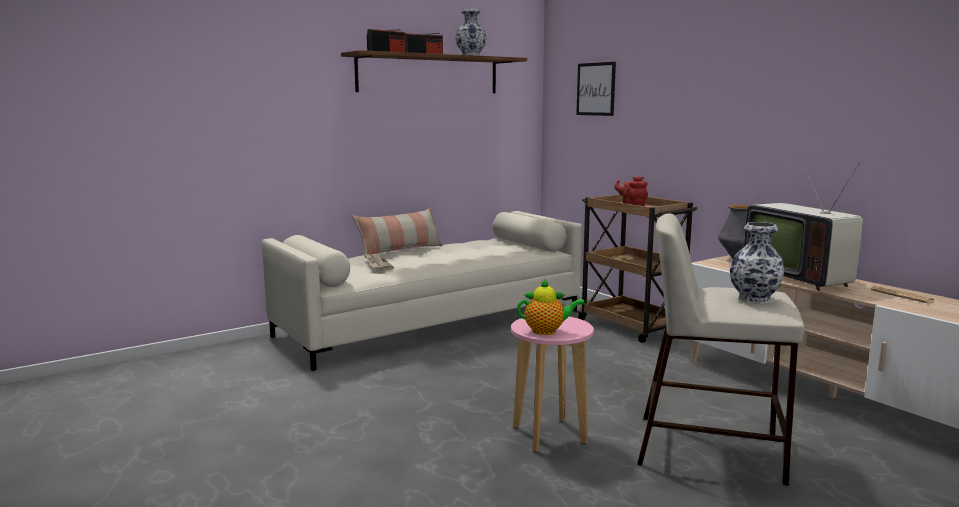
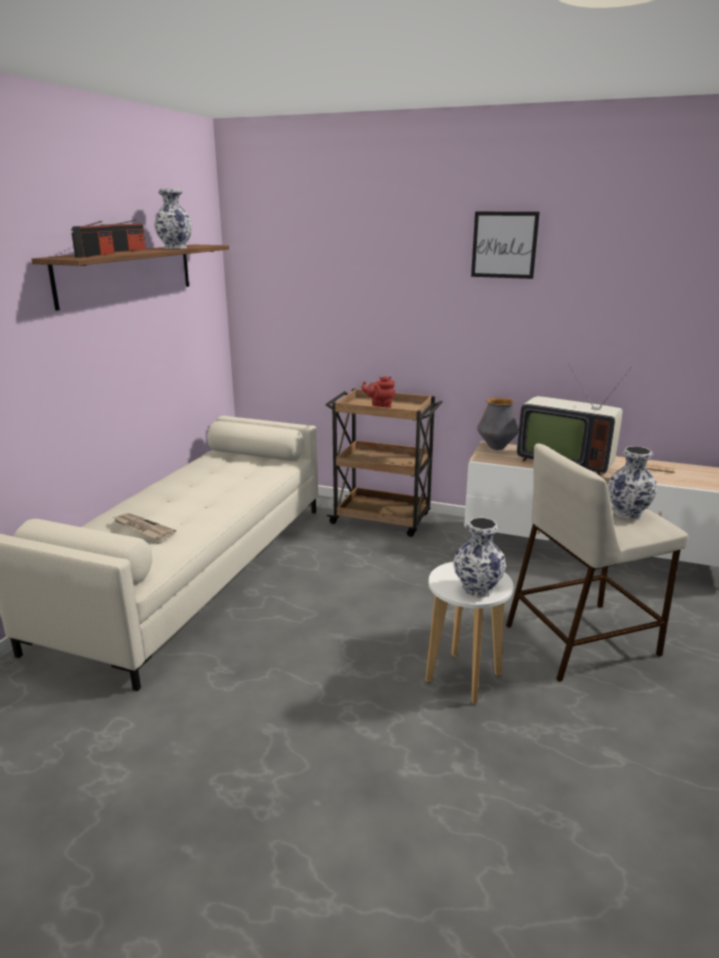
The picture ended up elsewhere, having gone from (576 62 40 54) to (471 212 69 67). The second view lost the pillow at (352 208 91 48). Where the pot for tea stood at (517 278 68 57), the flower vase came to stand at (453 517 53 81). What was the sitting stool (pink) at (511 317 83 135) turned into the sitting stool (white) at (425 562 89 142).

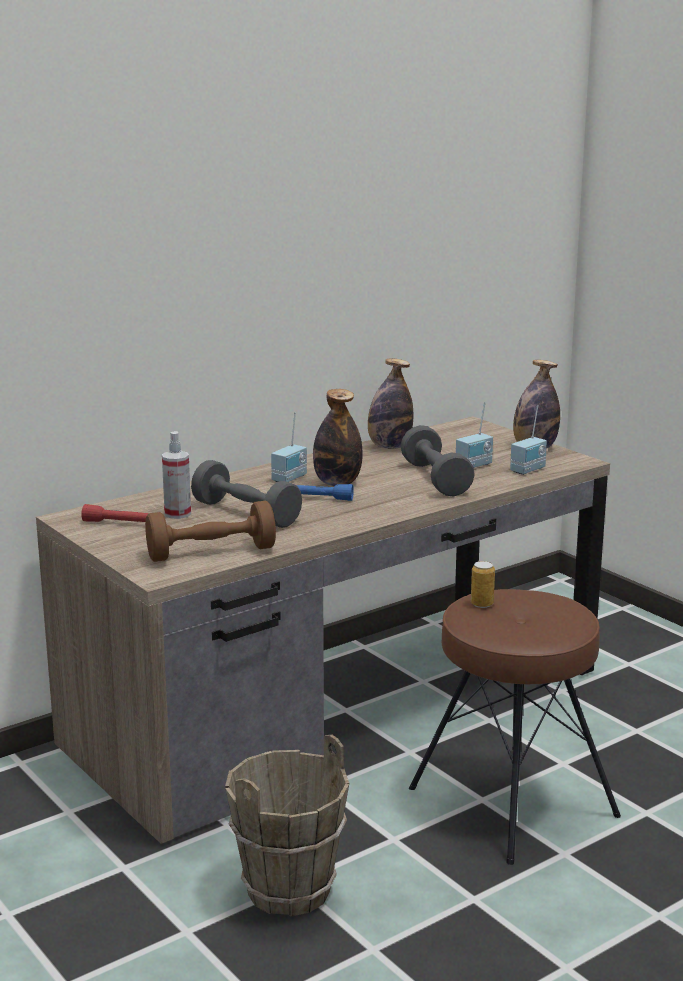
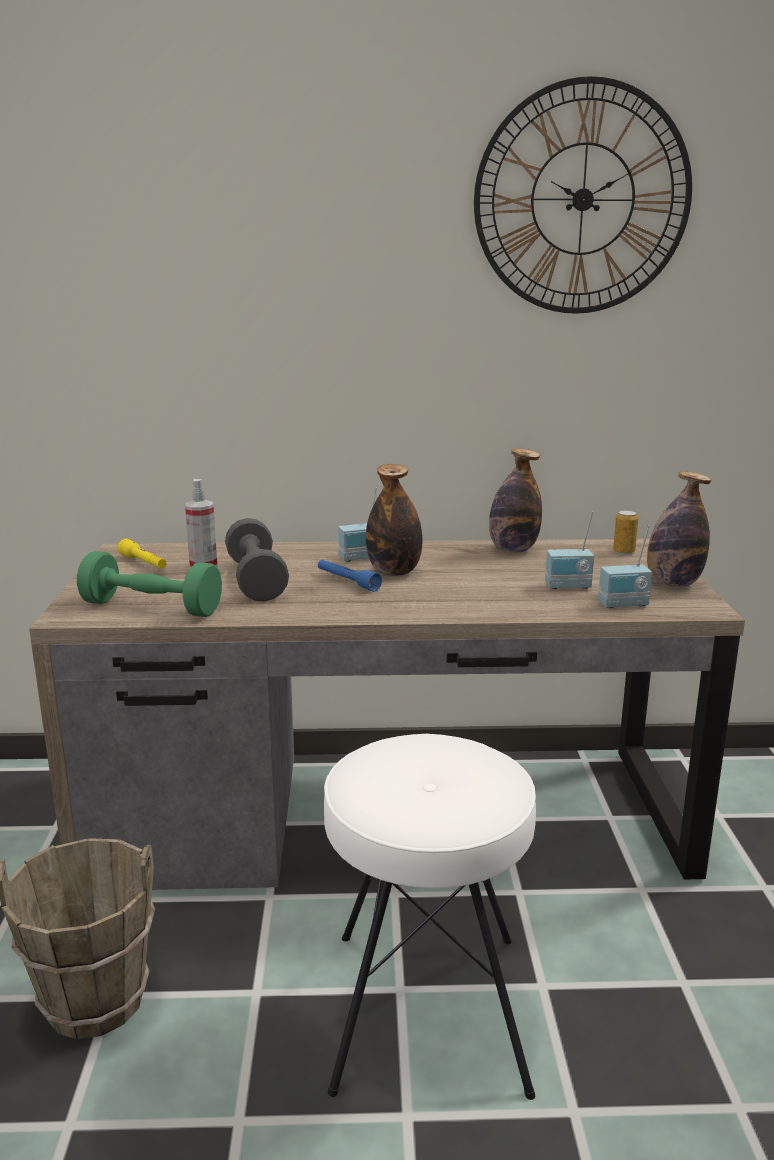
The second view lost the free weight (gray) at (401 425 74 71). What was the free weight (brownish) at (145 501 131 61) turned into the free weight (green-coloured) at (77 551 145 66). What was the flashlight (red-coloured) at (81 504 67 18) turned into the flashlight (yellow) at (118 539 48 30). The metal can ended up elsewhere, having gone from (471 561 24 47) to (613 510 25 45). What was the sitting stool (brownish) at (409 589 212 276) turned into the sitting stool (white) at (324 734 212 366). The second view gained the hanging clock at (474 76 218 238).

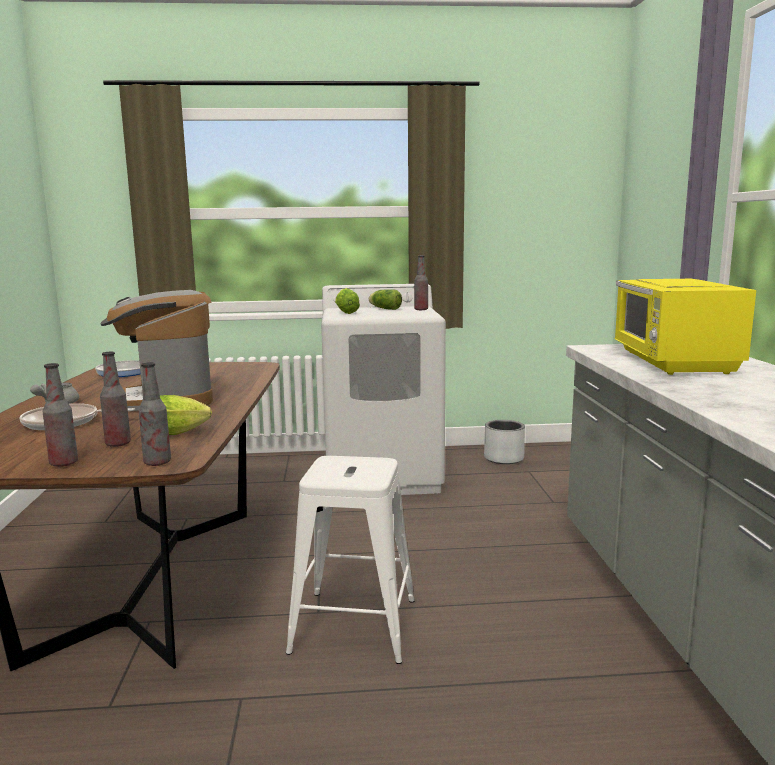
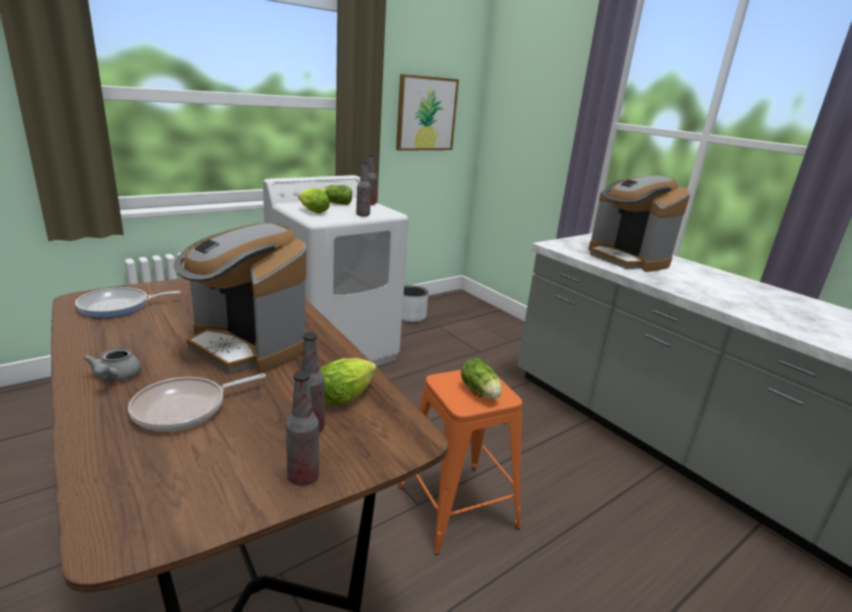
Where the kitchen microwave (yellow) stood at (614 279 142 96), the coffee brewer came to stand at (589 175 102 97). The beverage bottle ended up elsewhere, having gone from (139 362 32 104) to (356 161 15 56). What was the sitting stool (white) at (286 456 129 208) turned into the sitting stool (orangey) at (398 370 125 185). The second view gained the picture at (396 74 63 77). The second view gained the lettuce at (461 358 41 41).

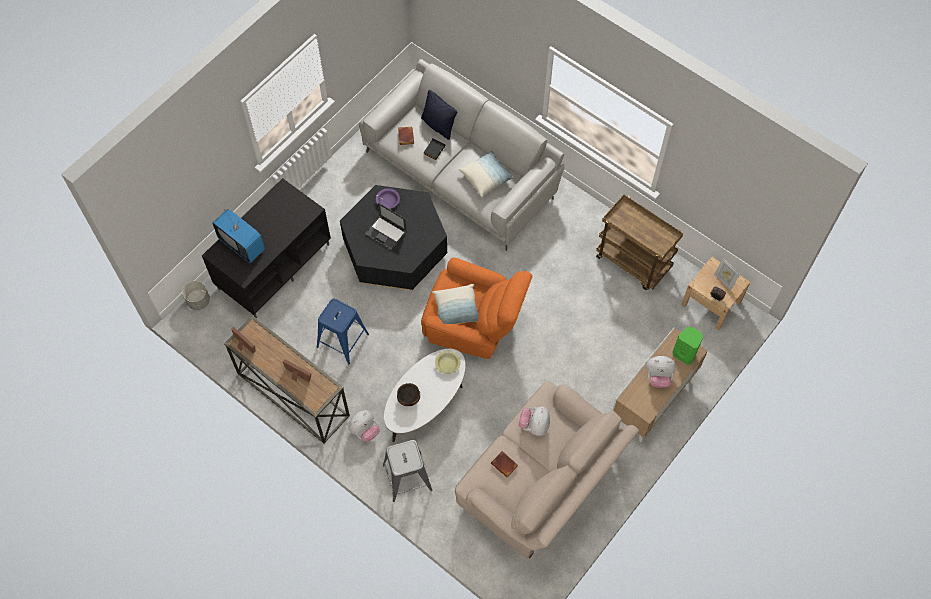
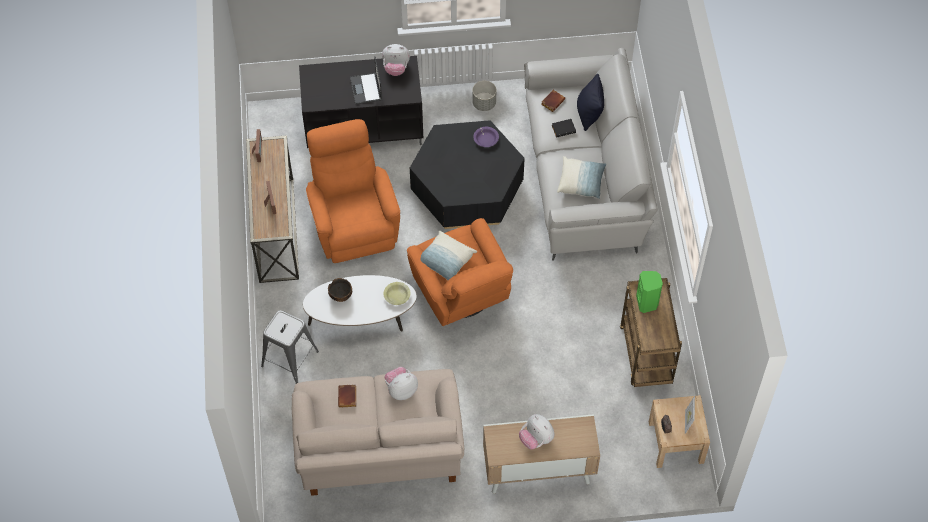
The notebook computer ended up elsewhere, having gone from (365 203 42 48) to (350 56 32 48). The second view lost the TV set at (212 209 53 54). The flower pot (gray) ended up elsewhere, having gone from (182 281 28 29) to (472 81 24 30). Where the sitting stool (blue-coloured) stood at (317 299 52 65), the lounge chair (orangey) came to stand at (306 119 94 144). The speaker (green-coloured) ended up elsewhere, having gone from (672 327 31 38) to (636 271 27 42). The soft toy ended up elsewhere, having gone from (348 410 32 32) to (382 44 28 32).

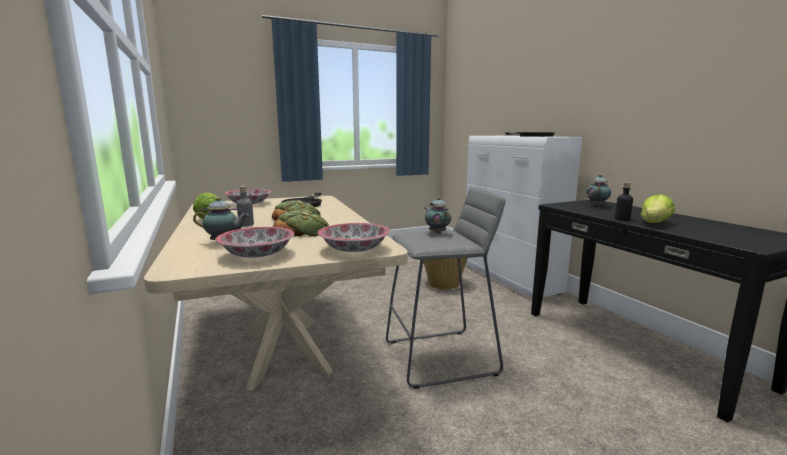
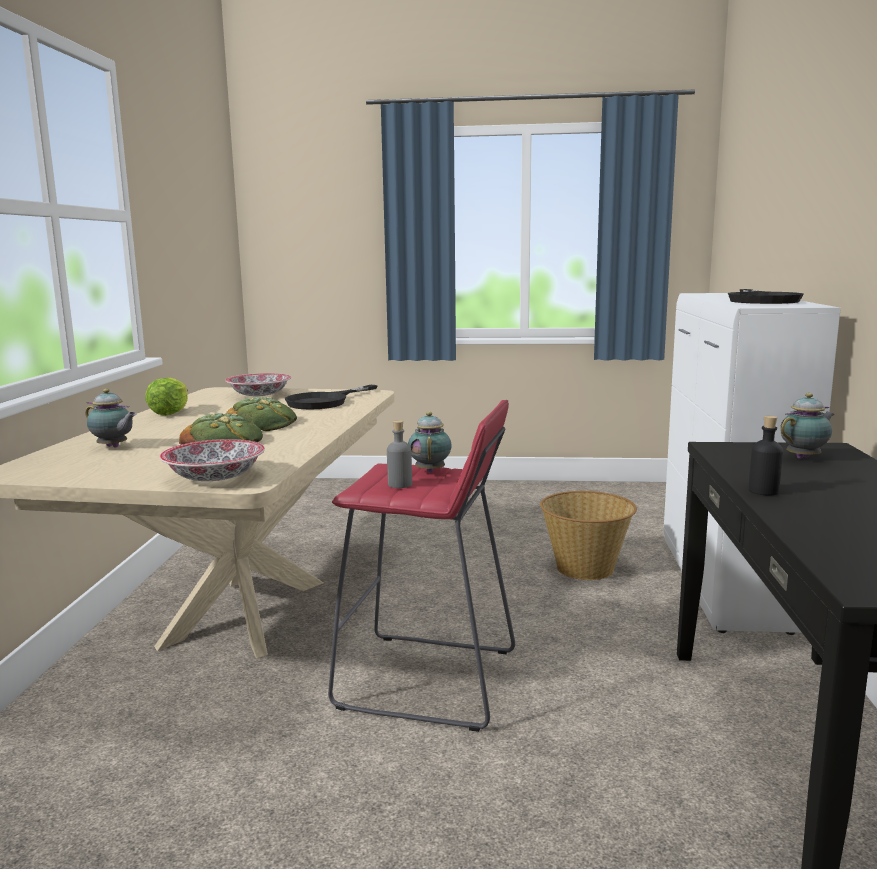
The beverage bottle (gray) ended up elsewhere, having gone from (237 186 17 41) to (387 420 25 68). What was the sitting stool (gray) at (386 188 119 201) turned into the sitting stool (red-coloured) at (328 400 187 332). The second view lost the lettuce at (641 194 34 29). The second view lost the bowl at (216 227 79 31).

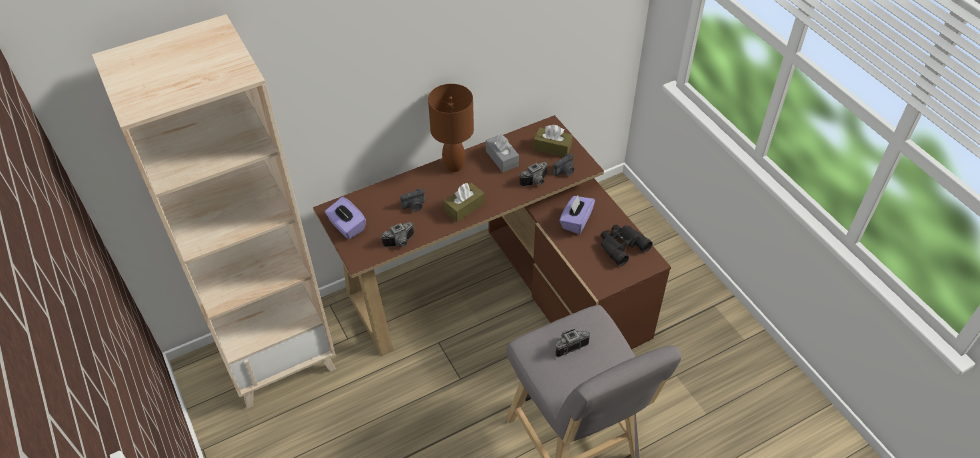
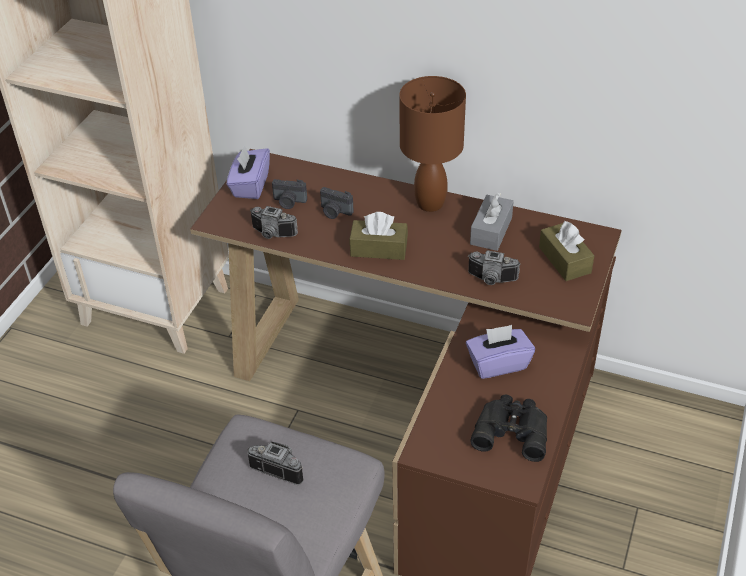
The still camera ended up elsewhere, having gone from (553 154 21 22) to (272 179 35 30).

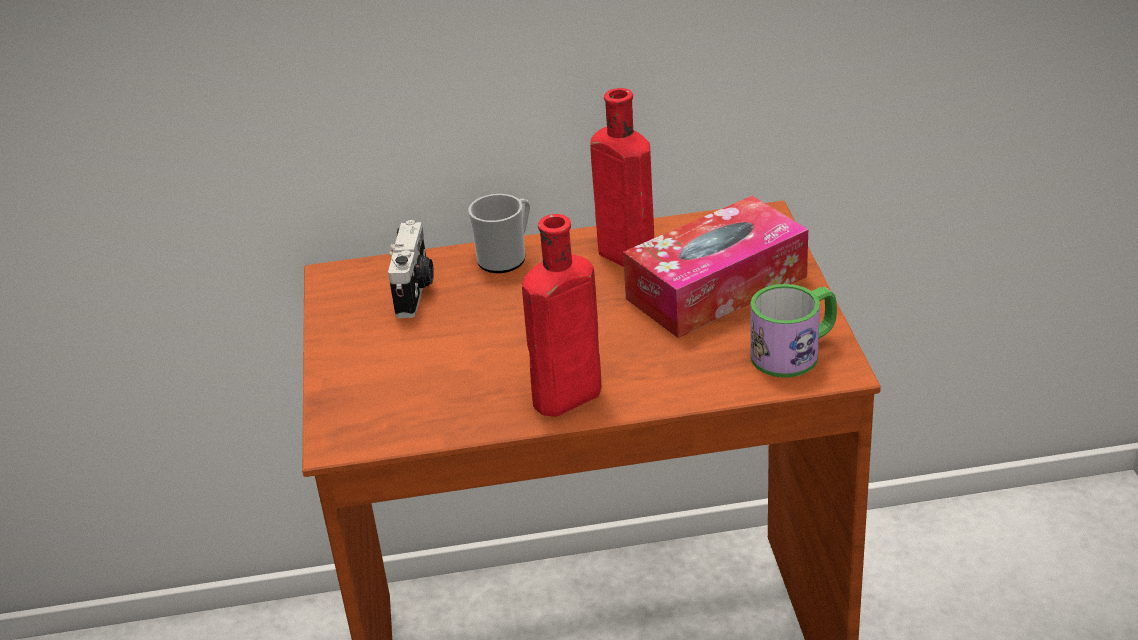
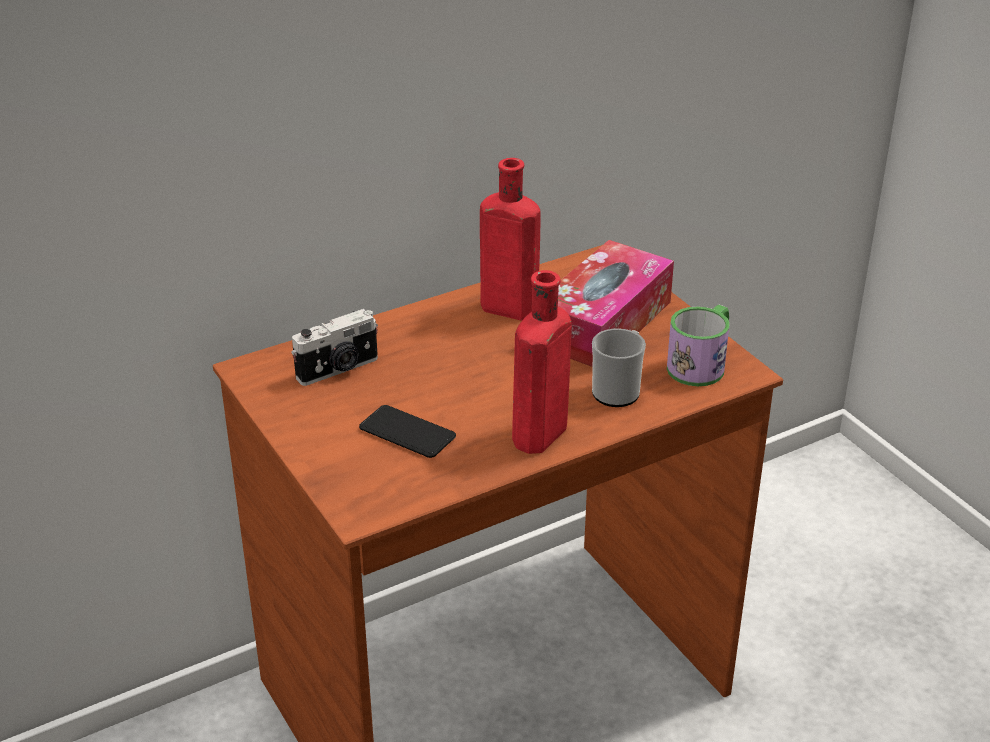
The coffee mug ended up elsewhere, having gone from (468 194 62 79) to (592 328 54 79). The still camera at (388 220 46 98) ended up facing another way, 75 degrees clockwise from before. The second view gained the phone at (359 405 97 53).

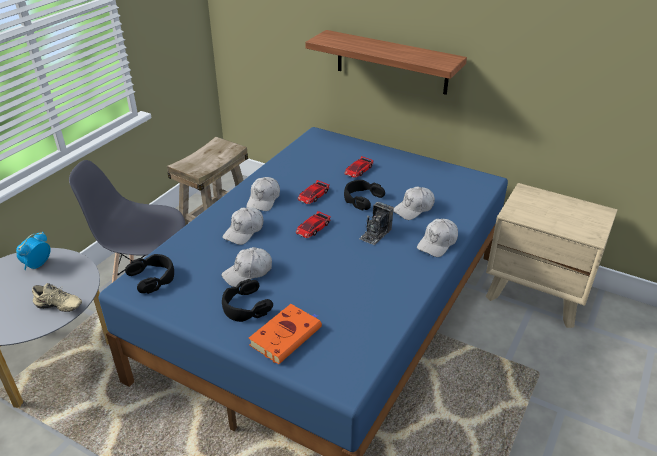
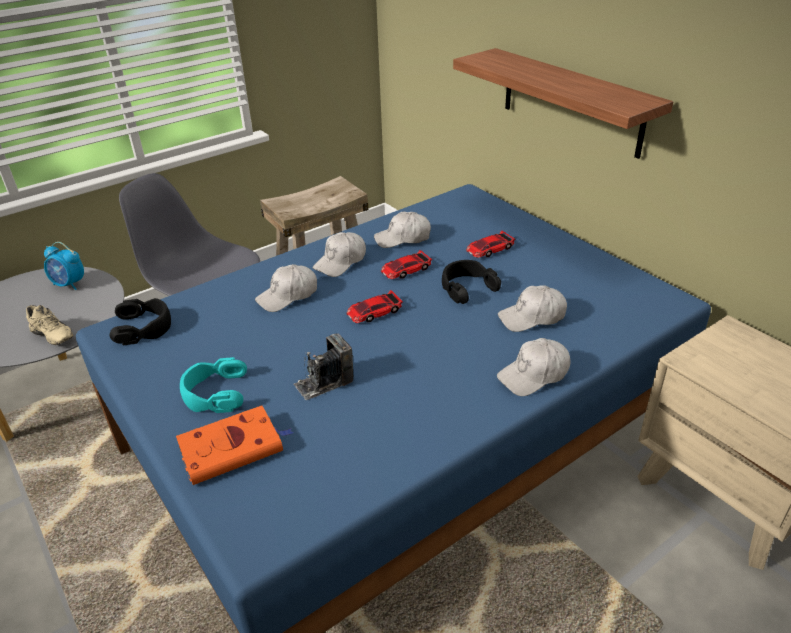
The still camera ended up elsewhere, having gone from (359 202 35 43) to (293 333 60 67). The alarm clock at (16 232 35 38) ended up facing another way, 120 degrees counterclockwise from before. The peaked cap (white) ended up elsewhere, having gone from (221 247 51 40) to (374 211 57 37). What was the headphones (black-coloured) at (222 279 51 43) turned into the headphones (turquoise) at (180 357 67 56).

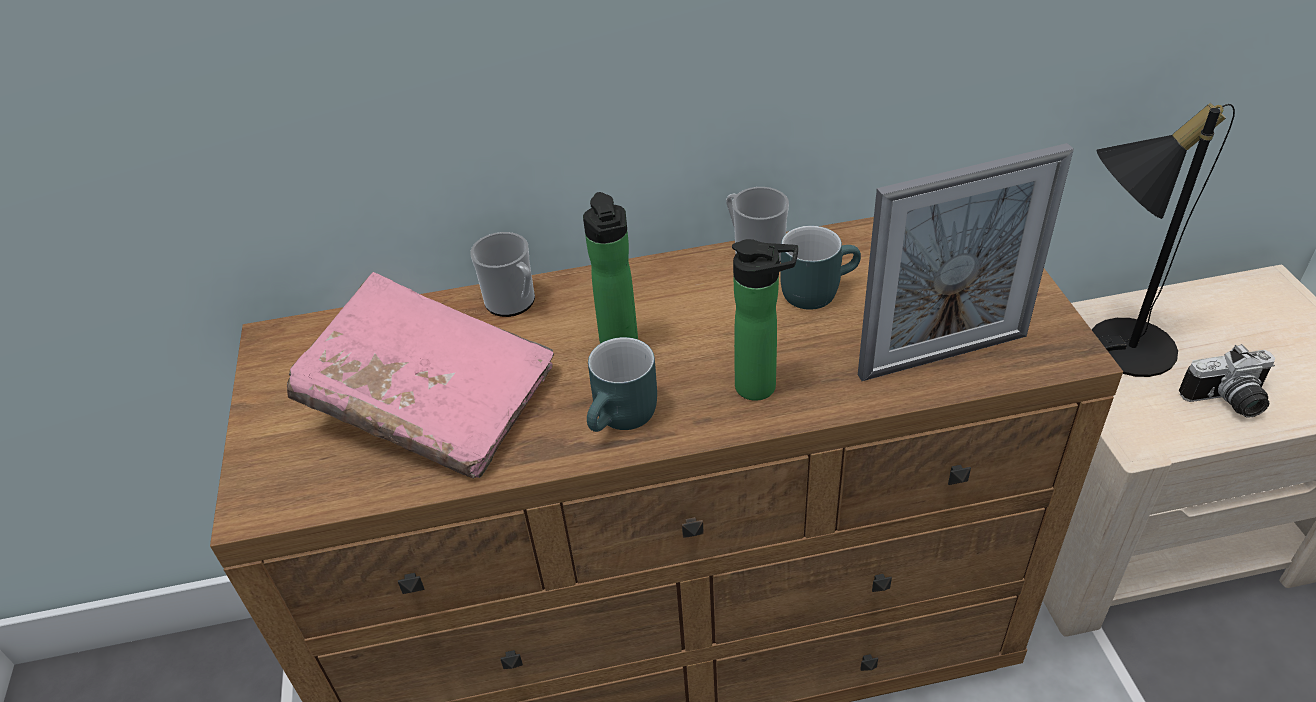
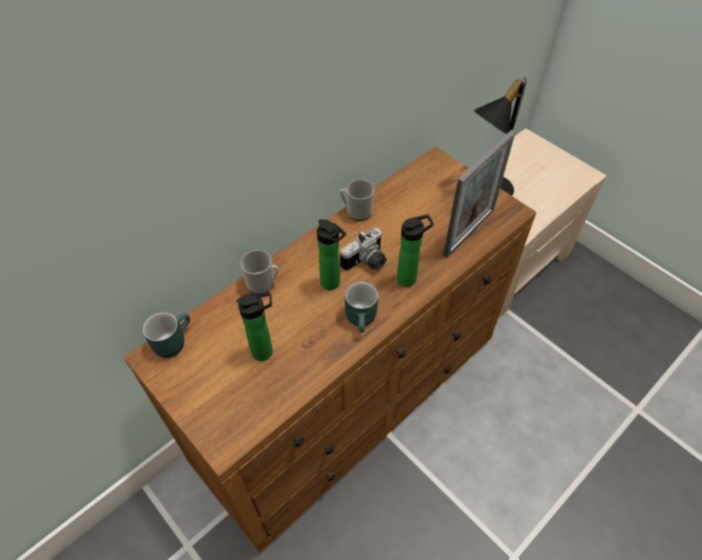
The coffee mug (turquoise) ended up elsewhere, having gone from (780 225 81 85) to (143 312 47 46). Where the book (pink) stood at (287 272 267 207), the beverage bottle came to stand at (236 292 37 69). The still camera ended up elsewhere, having gone from (1179 344 97 74) to (340 228 46 43).

